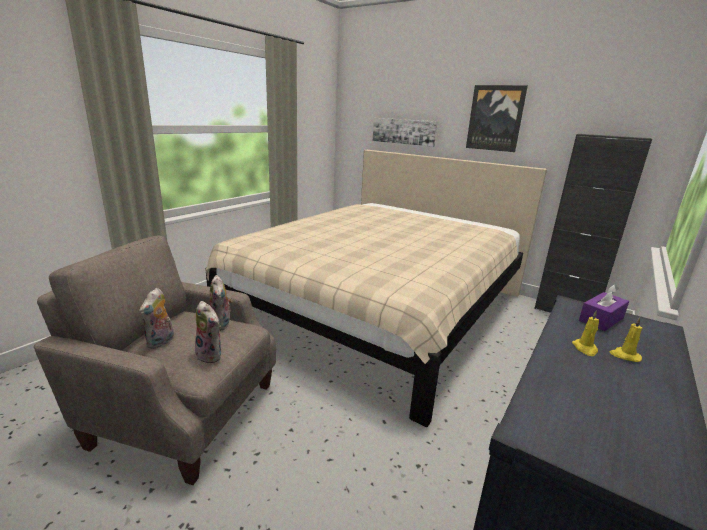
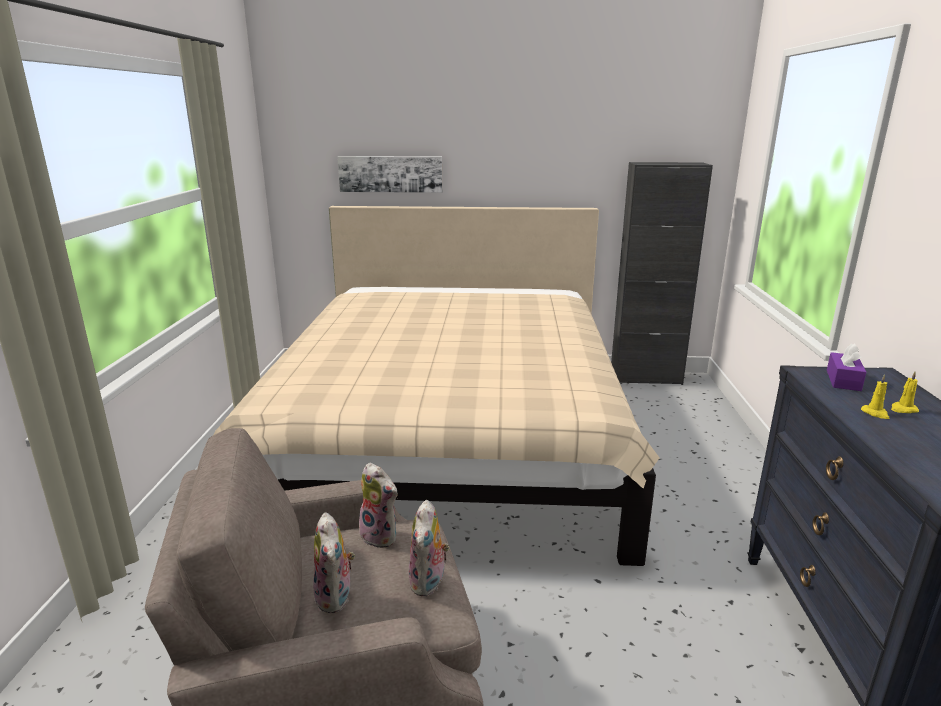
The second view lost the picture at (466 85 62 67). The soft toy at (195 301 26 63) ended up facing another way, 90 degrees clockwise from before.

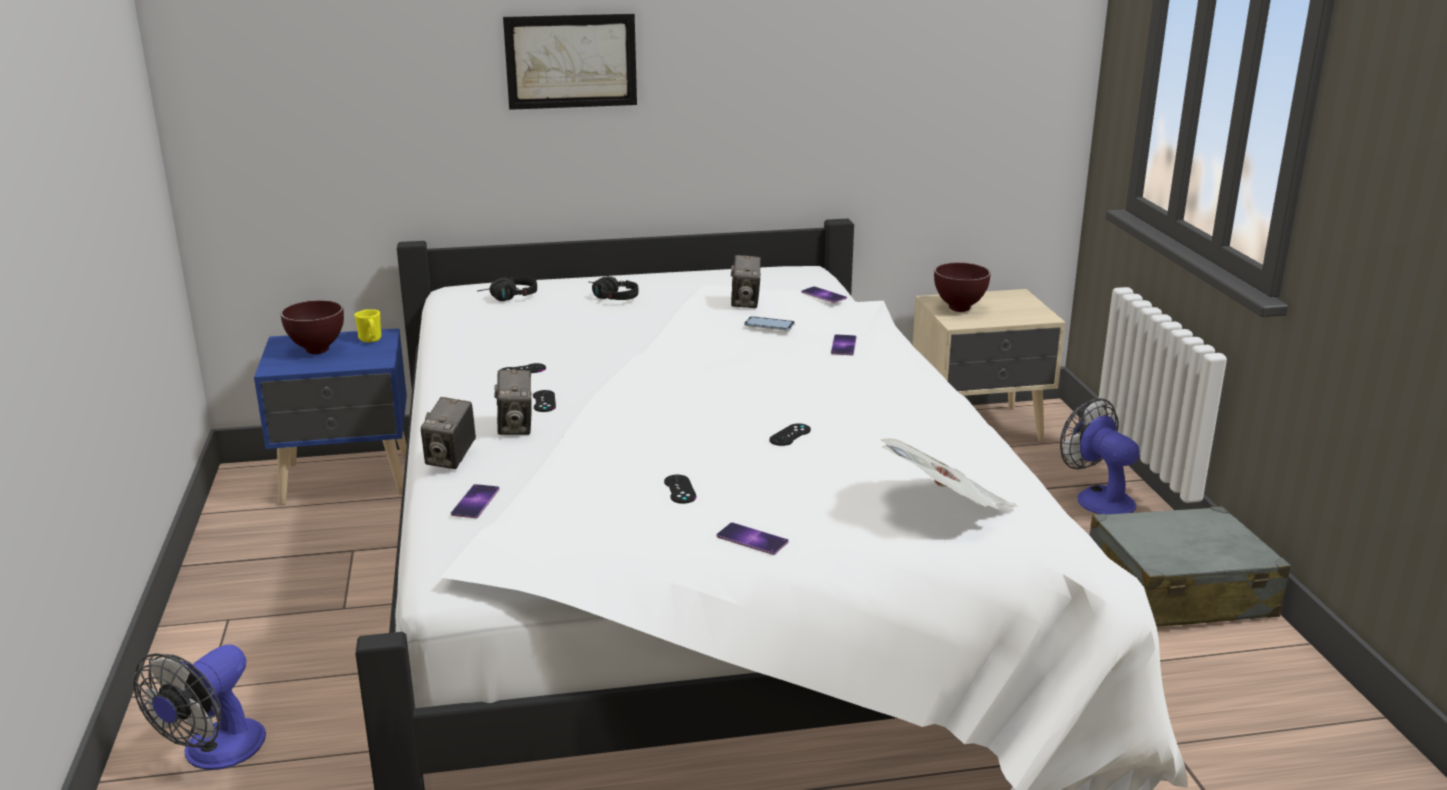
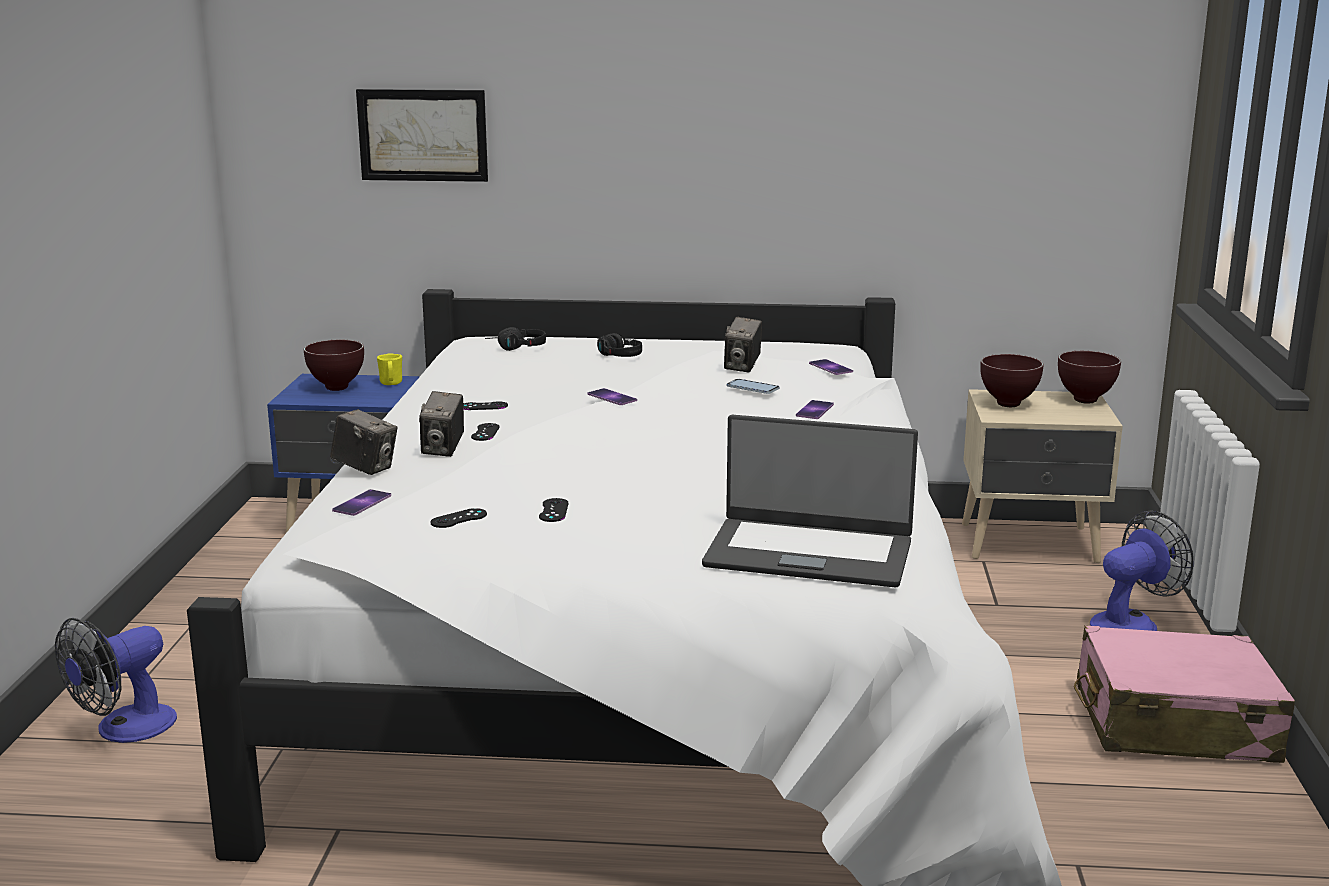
The picture ended up elsewhere, having gone from (503 14 134 96) to (356 89 132 93). The still camera at (421 397 55 72) ended up facing another way, 90 degrees counterclockwise from before. The electric fan at (1060 398 80 117) ended up facing another way, 75 degrees clockwise from before. The gamepad (black-coloured) ended up elsewhere, having gone from (769 424 42 22) to (430 508 57 20). Where the newspaper stood at (880 438 137 72), the notebook computer came to stand at (702 415 216 172). What was the suitcase (gray) at (1089 506 202 121) turned into the suitcase (pink) at (1074 625 221 138). The phone ended up elsewhere, having gone from (717 522 72 33) to (588 388 49 17). The second view gained the bowl (brownish) at (1058 351 63 53).

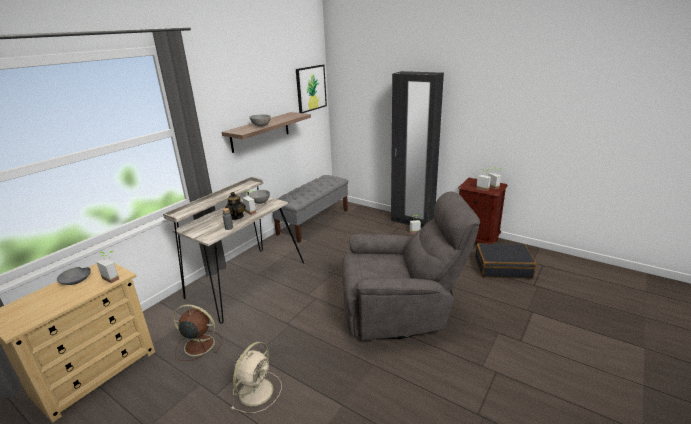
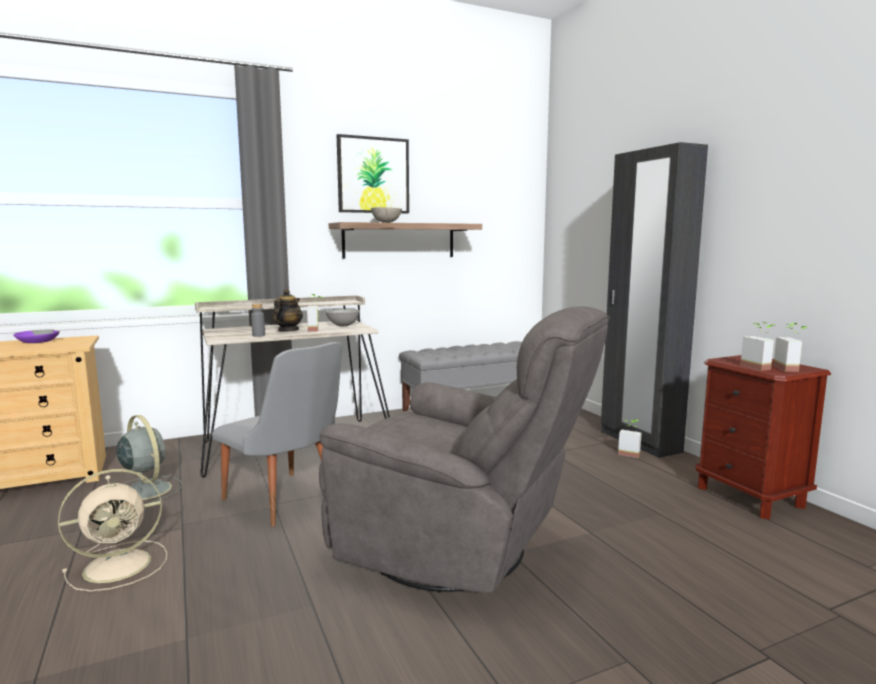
The picture ended up elsewhere, having gone from (296 65 31 48) to (337 134 72 79). The second view lost the suitcase (black-coloured) at (475 243 62 35). The second view lost the potted plant at (96 251 23 32). What was the bowl (gray) at (57 267 34 18) turned into the bowl (purple-coloured) at (13 330 47 13). What was the electric fan (brownish) at (173 304 49 57) turned into the electric fan (gray) at (116 415 67 89). The second view gained the chair (gray) at (212 342 130 185).

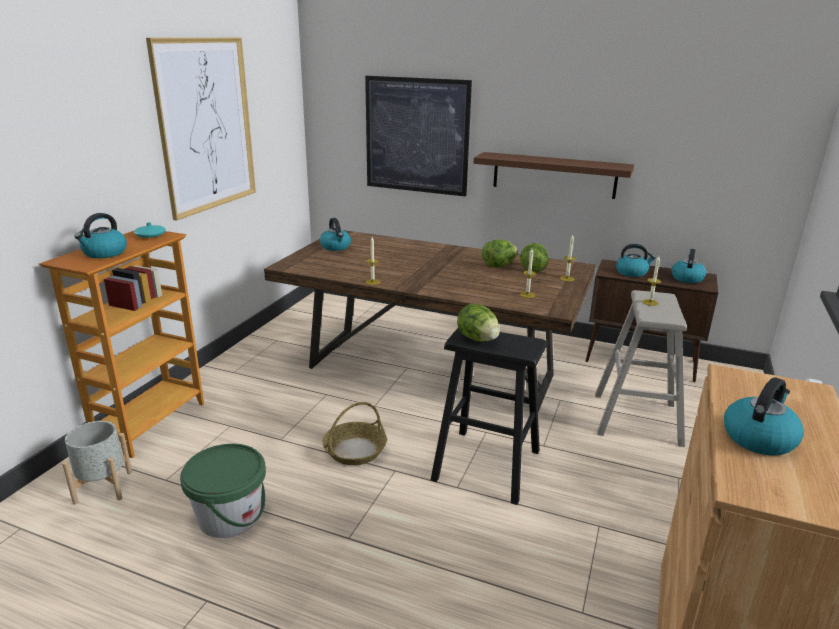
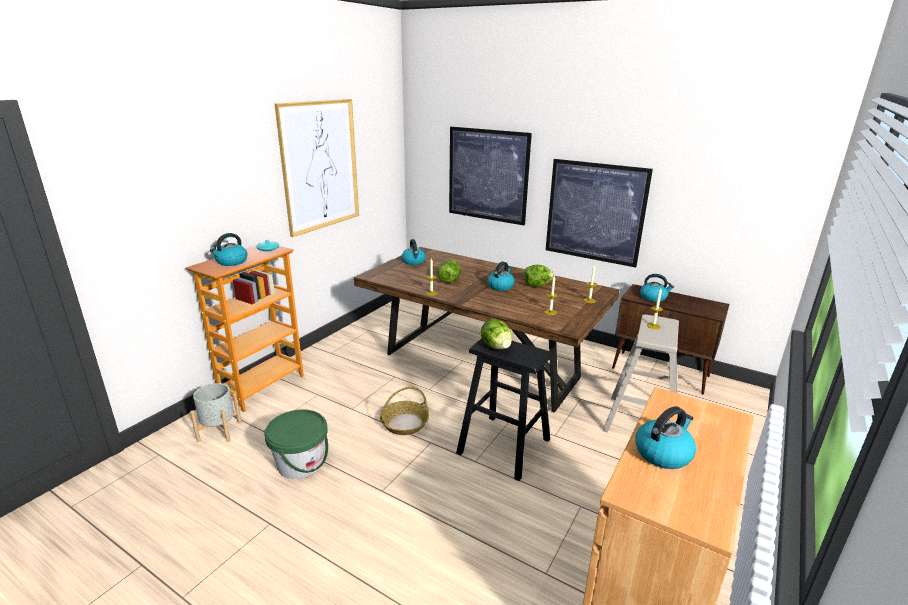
Where the bracket shelf (brownish) hung at (474 152 160 47), the picture came to hang at (546 159 107 108). The lettuce ended up elsewhere, having gone from (520 243 29 29) to (437 260 24 23). The tea kettle ended up elsewhere, having gone from (672 249 34 34) to (487 262 28 29).

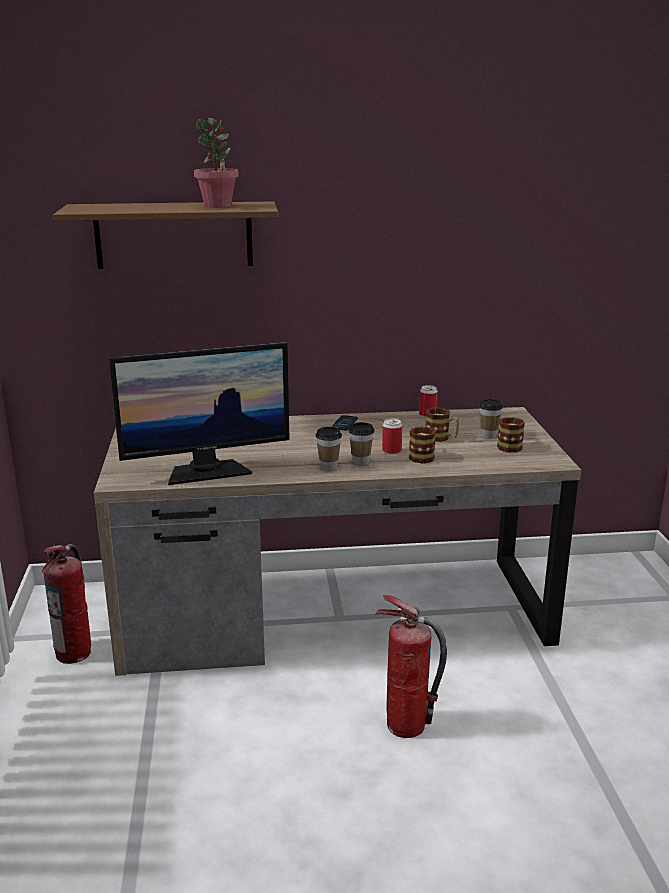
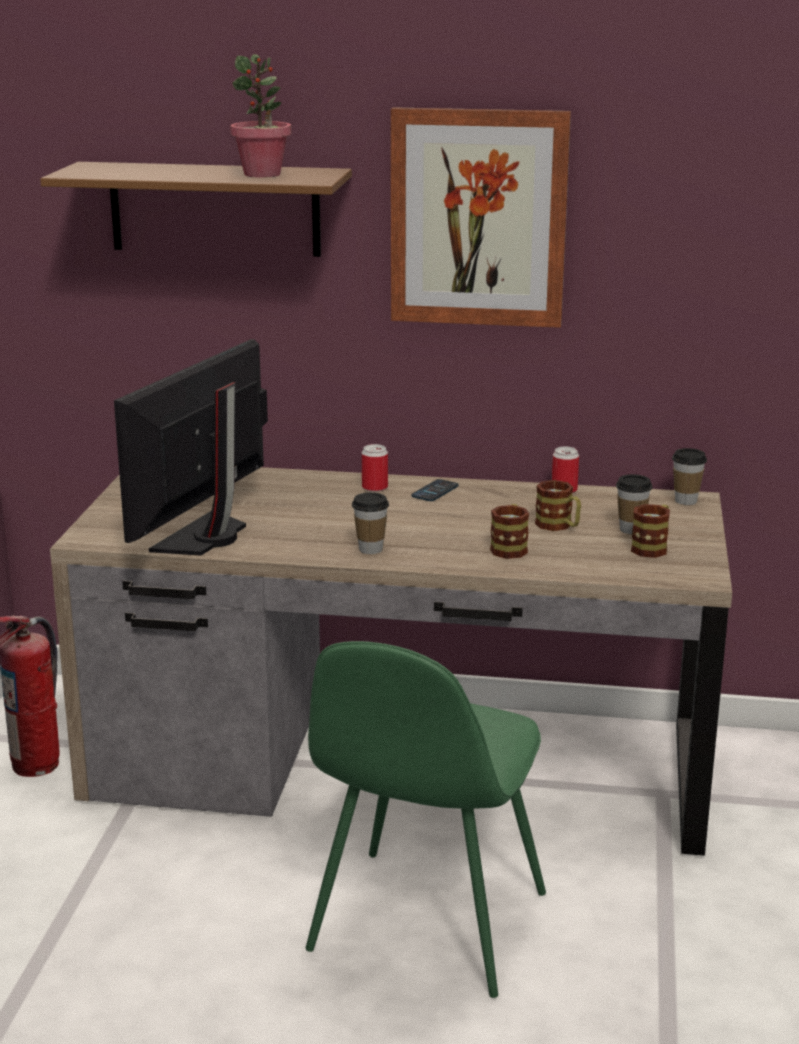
The monitor at (109 342 181 143) ended up facing another way, 120 degrees clockwise from before. The metal can ended up elsewhere, having gone from (382 419 20 35) to (362 444 26 48). The drinking cup ended up elsewhere, having gone from (348 422 27 44) to (672 448 35 57). Where the fire-fighting cylinder stood at (376 595 71 143), the chair (green-coloured) came to stand at (306 641 240 357). The second view gained the picture at (391 107 180 221).

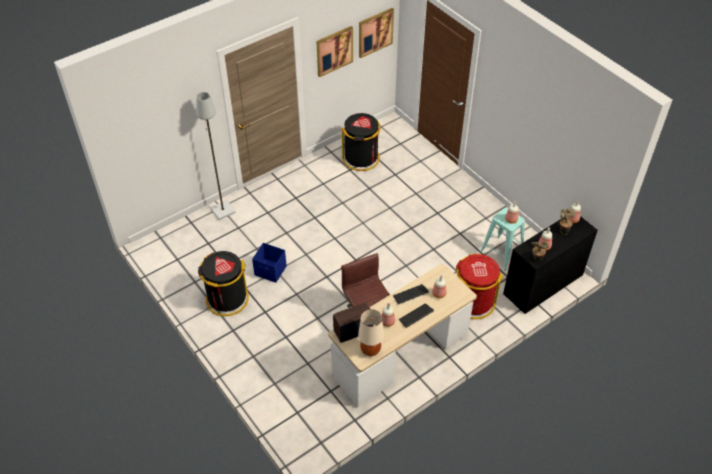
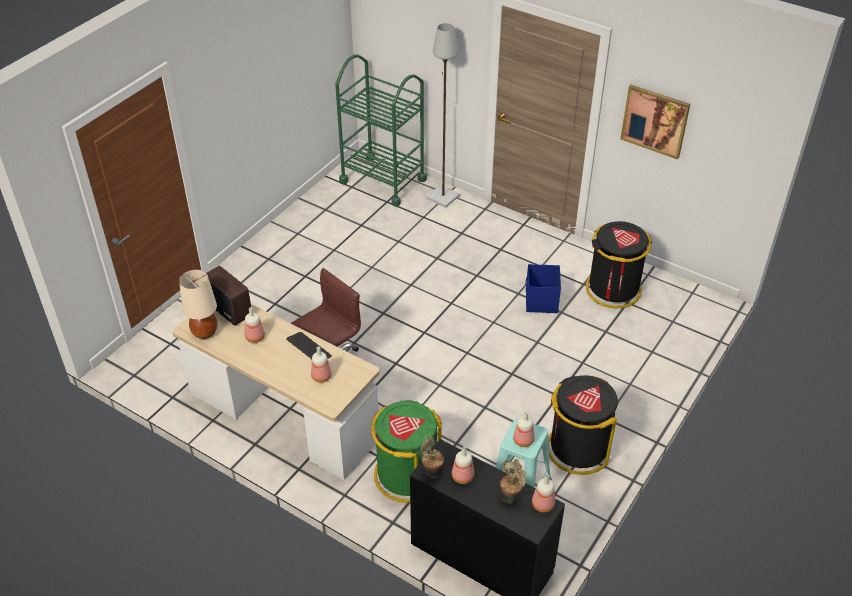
The second view lost the picture at (359 8 35 50). The storage container (blue-coloured) ended up elsewhere, having gone from (252 243 35 40) to (525 264 36 49). The rubbish bin (black-coloured) ended up elsewhere, having gone from (198 251 51 65) to (548 375 70 100). What was the rubbish bin (red-coloured) at (456 254 47 65) turned into the rubbish bin (green-coloured) at (371 400 71 103). The second view lost the PC keyboard at (399 304 35 24). The second view gained the cart (green-coloured) at (335 54 92 152).

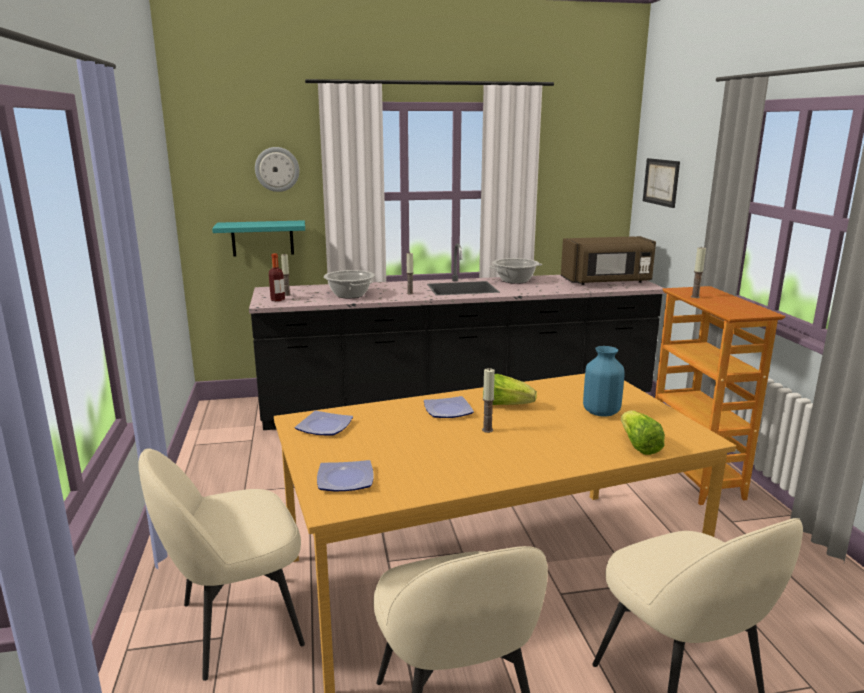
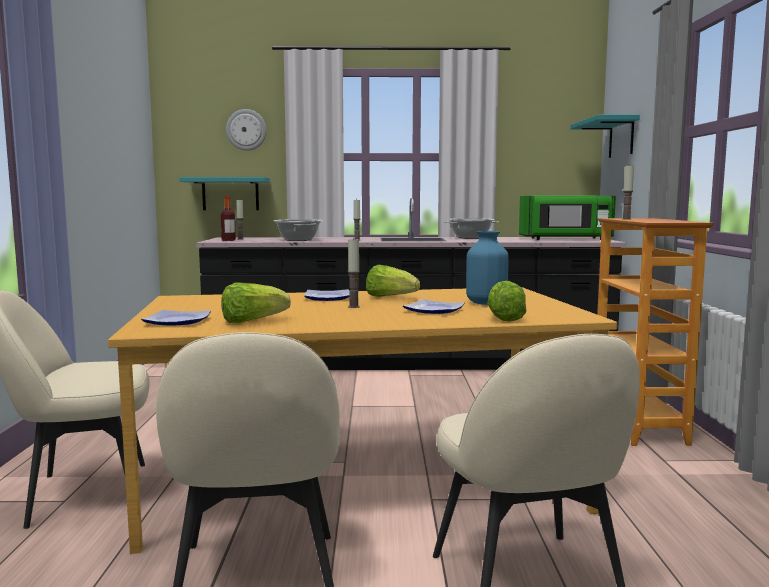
Where the picture hung at (643 158 37 50), the bracket shelf (turquoise) came to hang at (571 115 69 43). What was the kitchen microwave (brownish) at (561 236 95 49) turned into the kitchen microwave (green-coloured) at (519 196 97 44). The flat dish ended up elsewhere, having gone from (295 411 58 24) to (403 299 62 15). The second view gained the lettuce at (221 282 70 41).

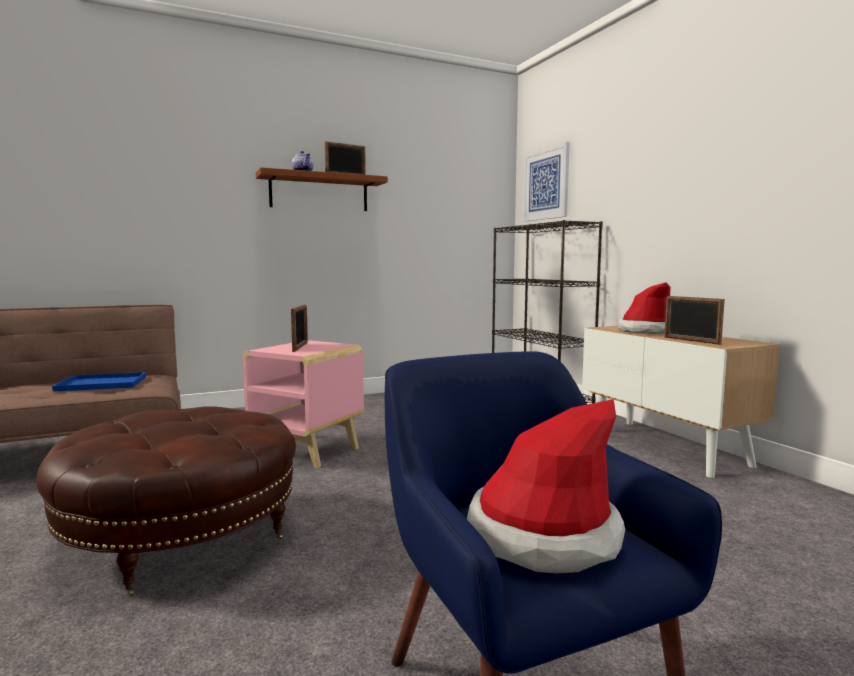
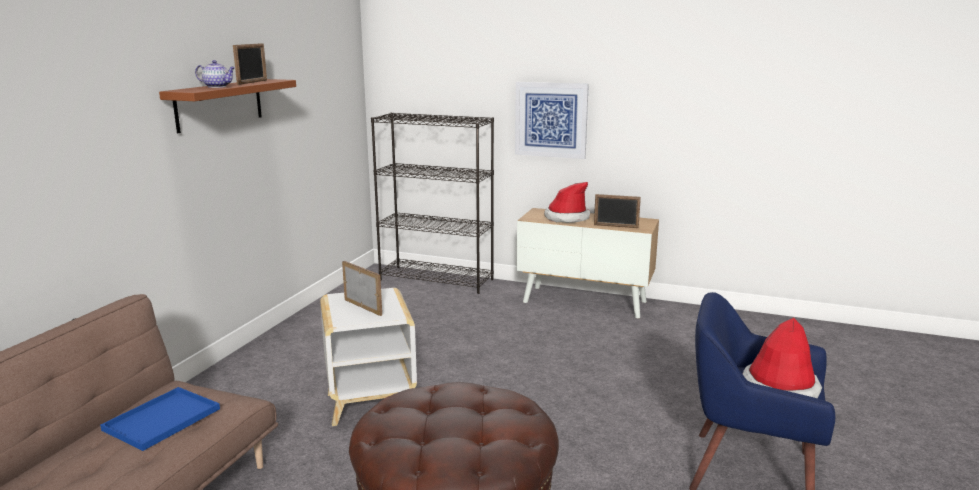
The picture ended up elsewhere, having gone from (523 142 47 80) to (515 82 74 77). What was the accent table (pink) at (243 340 121 128) turned into the accent table (white) at (320 288 97 138).

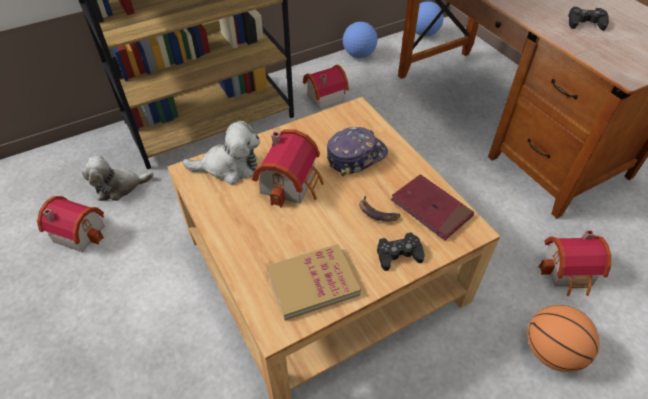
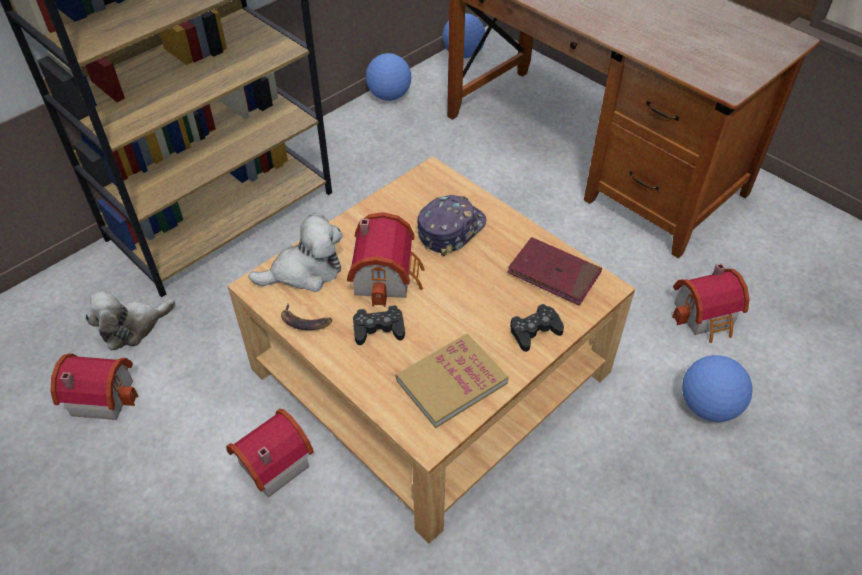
The gamepad (black-coloured) ended up elsewhere, having gone from (568 7 41 24) to (353 305 52 40). The model house ended up elsewhere, having gone from (303 64 46 46) to (226 409 88 89). The whole banana ended up elsewhere, having gone from (359 195 42 26) to (281 304 51 26). Where the basketball ball stood at (527 305 72 67), the football ball came to stand at (682 355 71 67).

